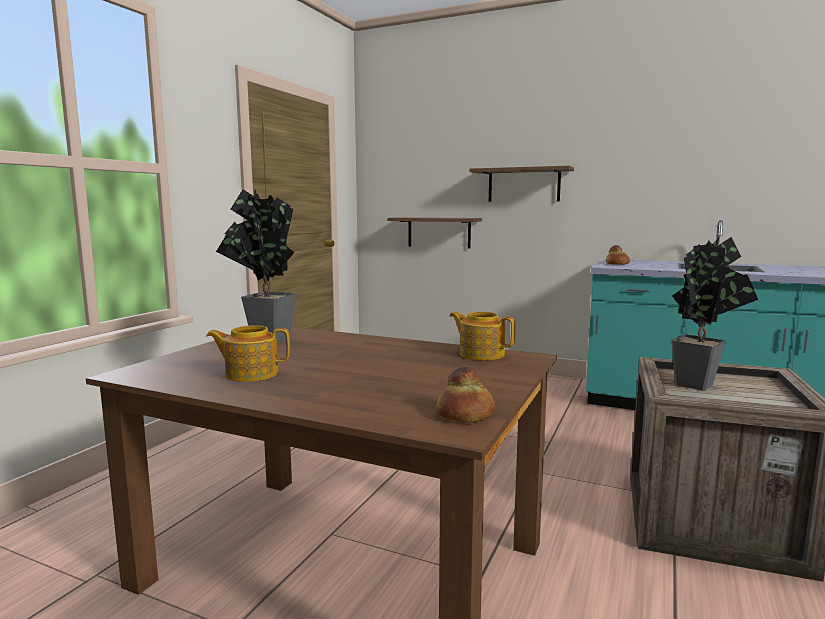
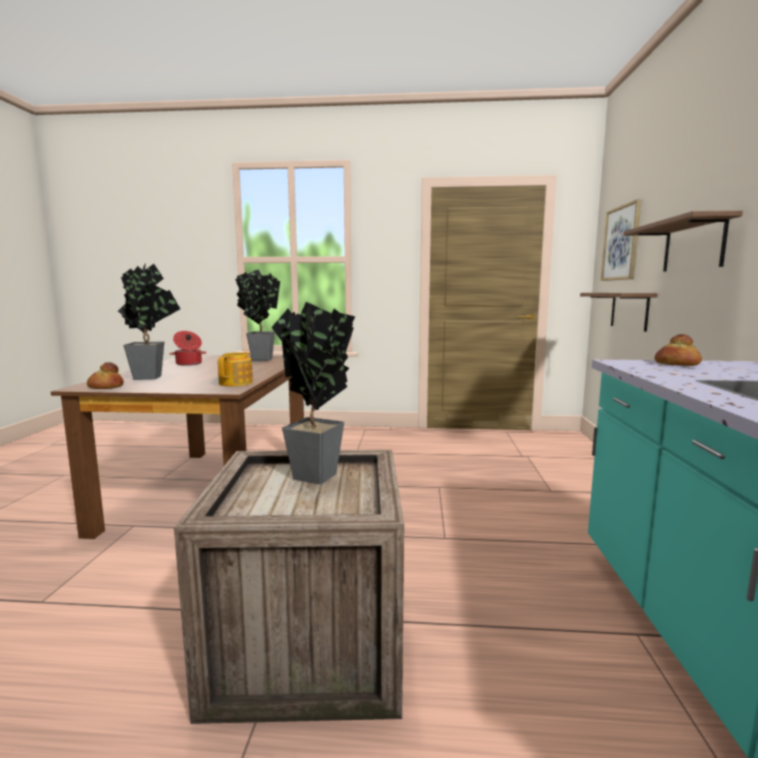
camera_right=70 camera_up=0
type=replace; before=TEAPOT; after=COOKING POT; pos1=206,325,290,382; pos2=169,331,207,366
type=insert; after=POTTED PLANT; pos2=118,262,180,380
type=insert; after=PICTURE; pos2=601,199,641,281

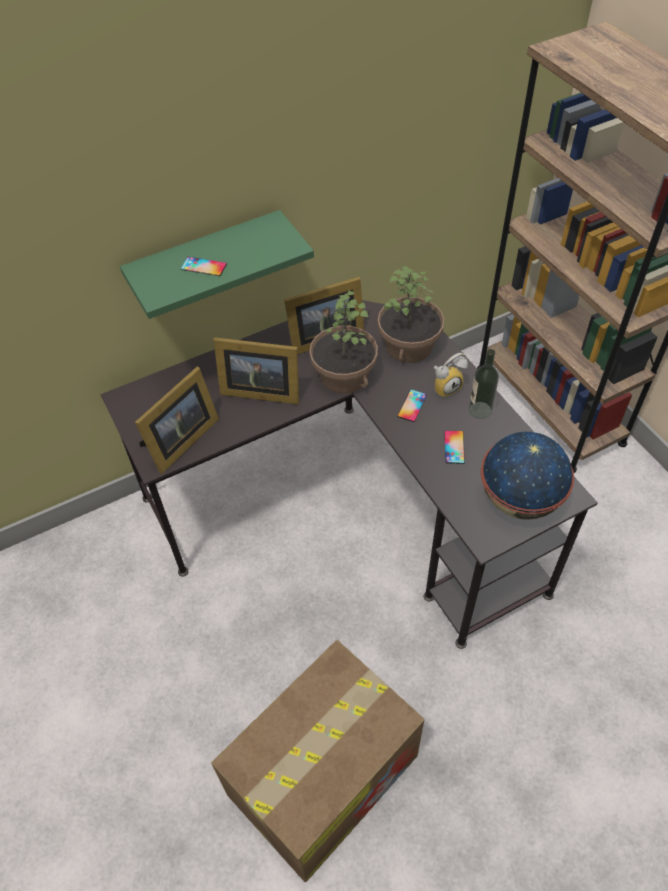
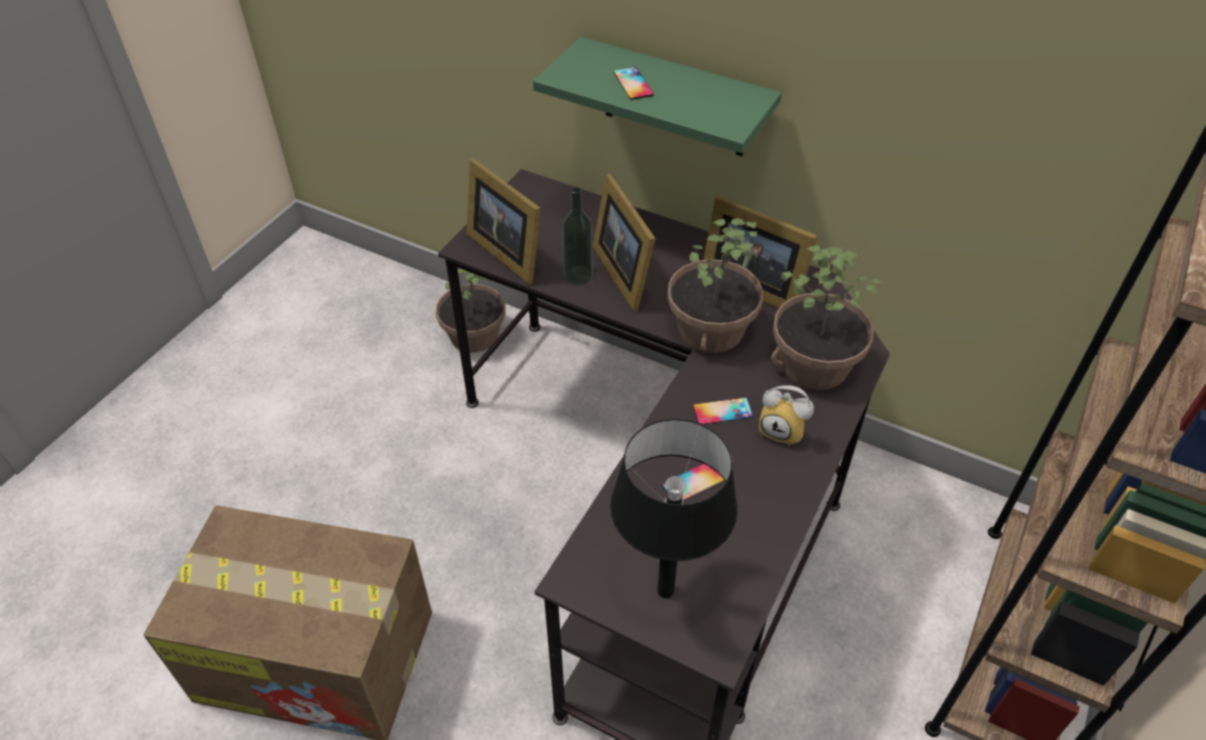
camera_right=55 camera_up=-5
type=rotate; before=PICTURE FRAME; pos1=135,367,219,474; pos2=466,158,540,285; turn=45
type=move; before=BOTTLE; pos1=469,349,499,419; pos2=562,187,593,285
type=replace; before=GLOBE; after=BLACK TABLE LAMP; pos1=481,432,574,520; pos2=610,418,738,598
type=insert; after=POTTED PLANT; pos2=436,268,506,353

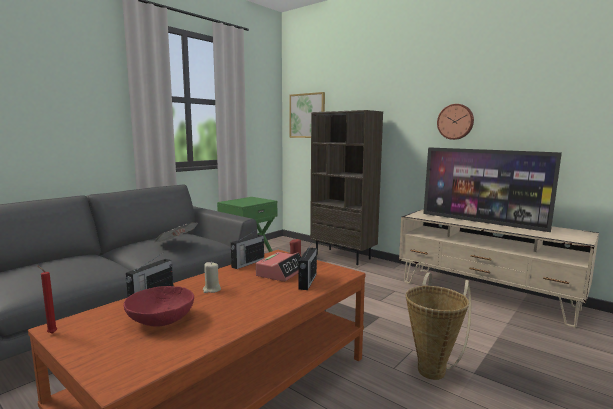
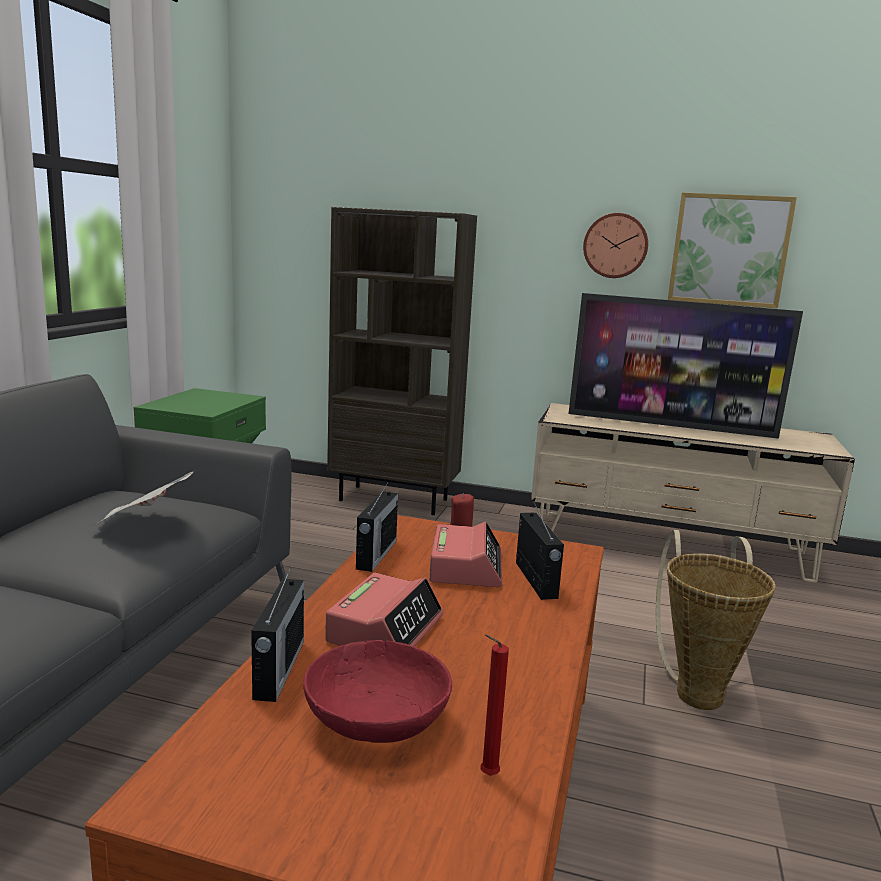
camera_right=-25 camera_up=5
type=move; before=RED CANDLE; pos1=37,265,57,334; pos2=480,634,509,776
type=replace; before=BEIGE CANDLE; after=ALARM CLOCK; pos1=203,262,221,293; pos2=325,573,443,647
type=move; before=PICTURE; pos1=289,92,325,138; pos2=668,193,797,309

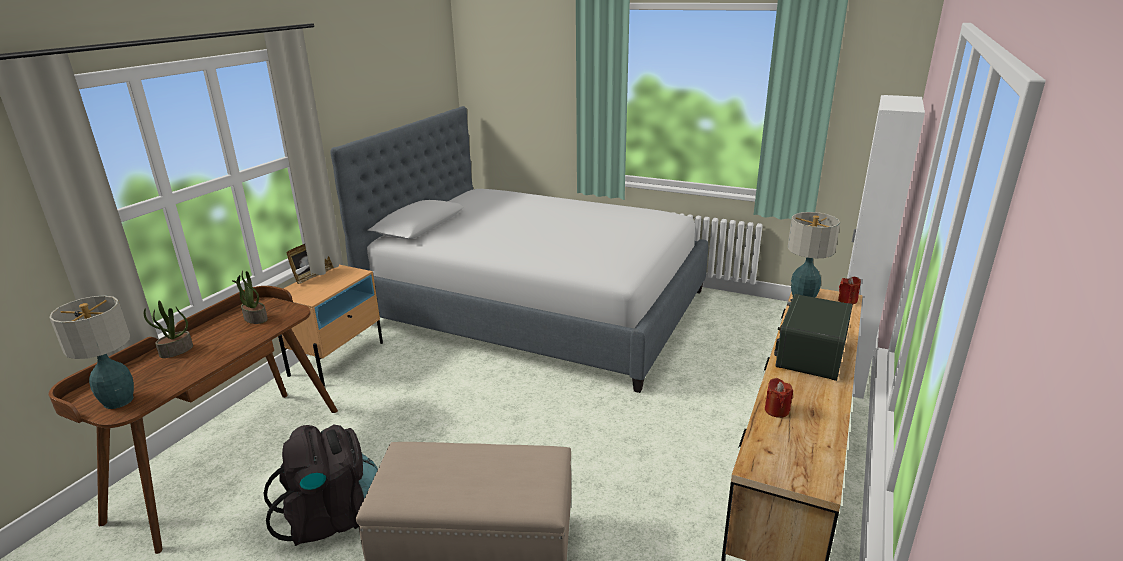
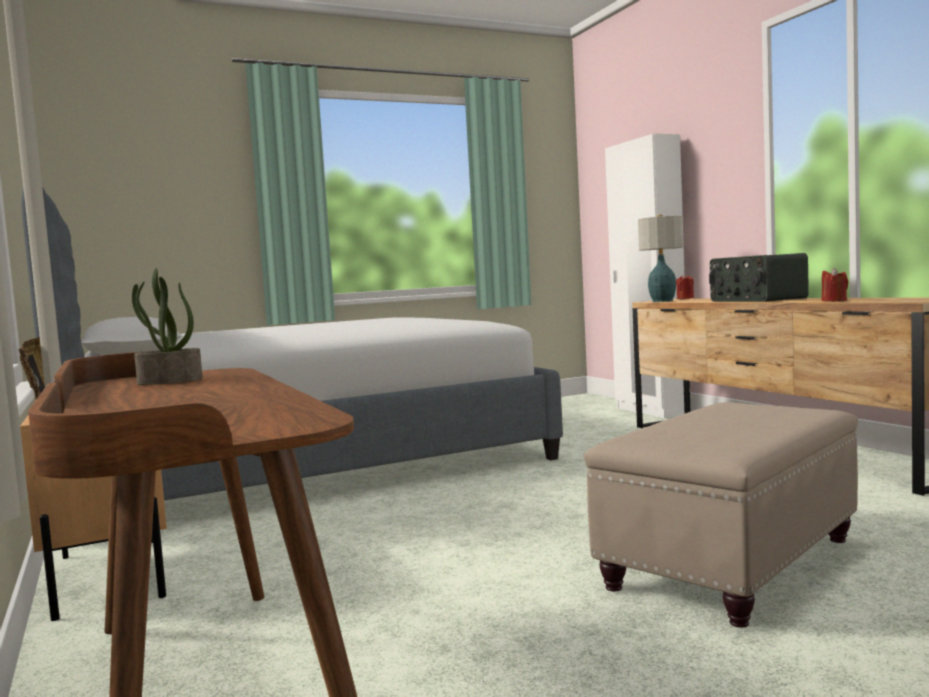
camera_right=-50 camera_up=-20
type=delete; before=TABLE LAMP; pos1=49,295,134,409
type=delete; before=POTTED PLANT; pos1=144,300,193,358
type=delete; before=BLACK BACKPACK; pos1=264,424,378,546

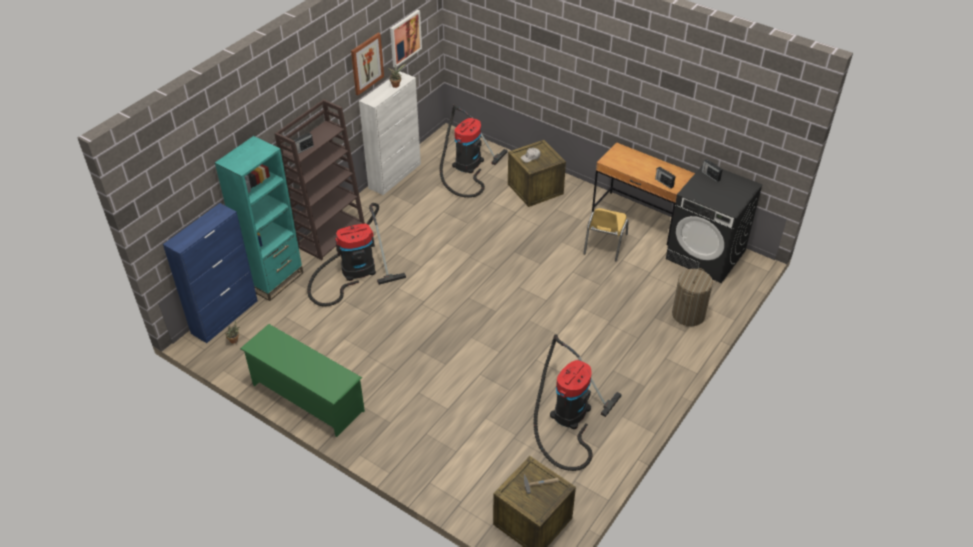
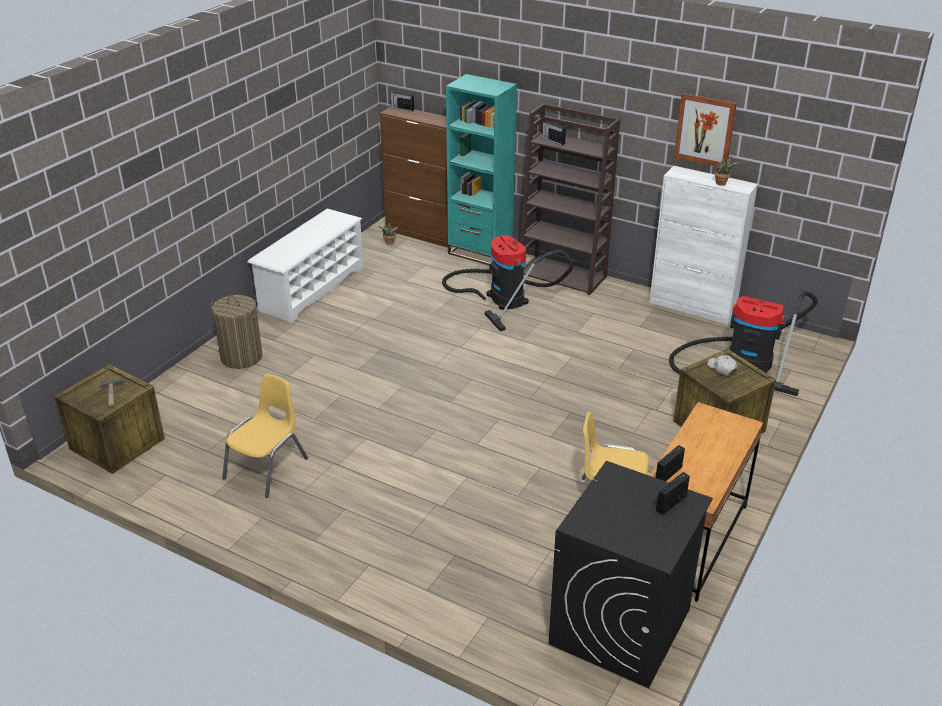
camera_right=85 camera_up=-10
type=recolor; before=BLUE CABINET; after=BROWN CABINET; pos1=163,203,258,343; pos2=380,107,448,248
type=recolor; before=GREEN SHOE RACK; after=WHITE SHOE RACK; pos1=240,324,365,437; pos2=247,209,364,323
type=delete; before=PICTURE; pos1=390,10,422,67
type=replace; before=VACUUM CLEANER; after=YELLOW CHAIR; pos1=534,334,622,471; pos2=222,374,308,498
type=move; before=LAUNDRY BASKET; pos1=672,268,713,326; pos2=211,295,263,369
type=insert; after=RADIO; pos2=390,91,414,112

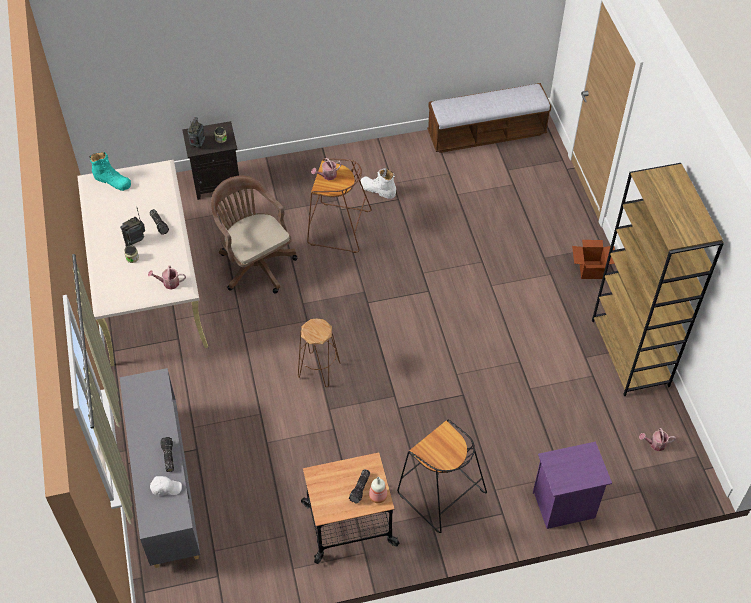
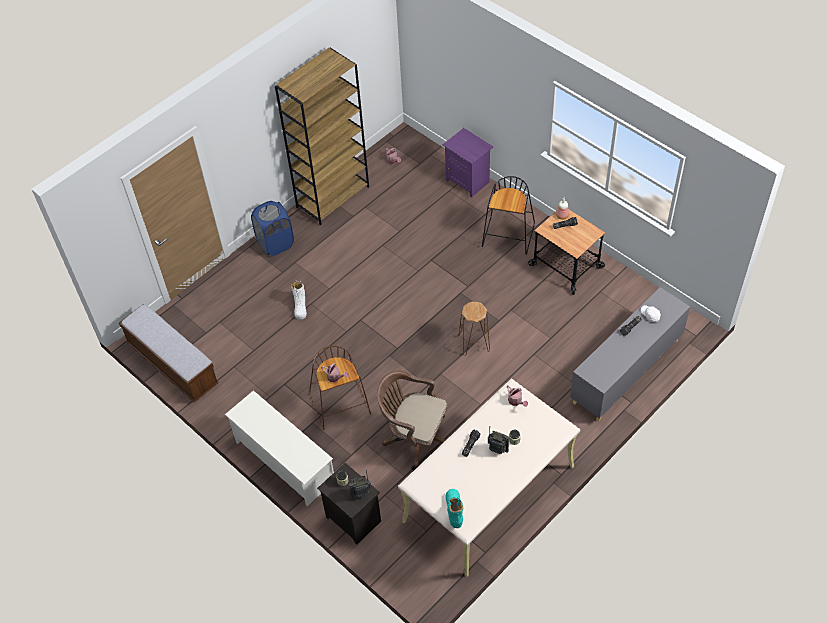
camera_right=-120 camera_up=0
type=rotate; before=BROWN OFFICE CHAIR; pos1=211,176,298,294; pos2=377,370,448,470; turn=90
type=move; before=WHITE BOOT; pos1=361,168,396,199; pos2=291,281,307,320
type=replace; before=CARDBOARD BOX; after=BLUE LAUNDRY BASKET; pos1=572,240,615,279; pos2=251,201,294,256
type=insert; after=WHITE SHOE RACK; pos2=225,390,334,506

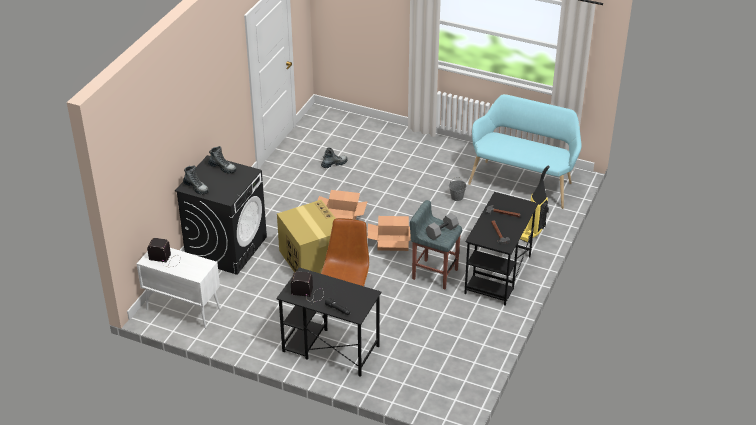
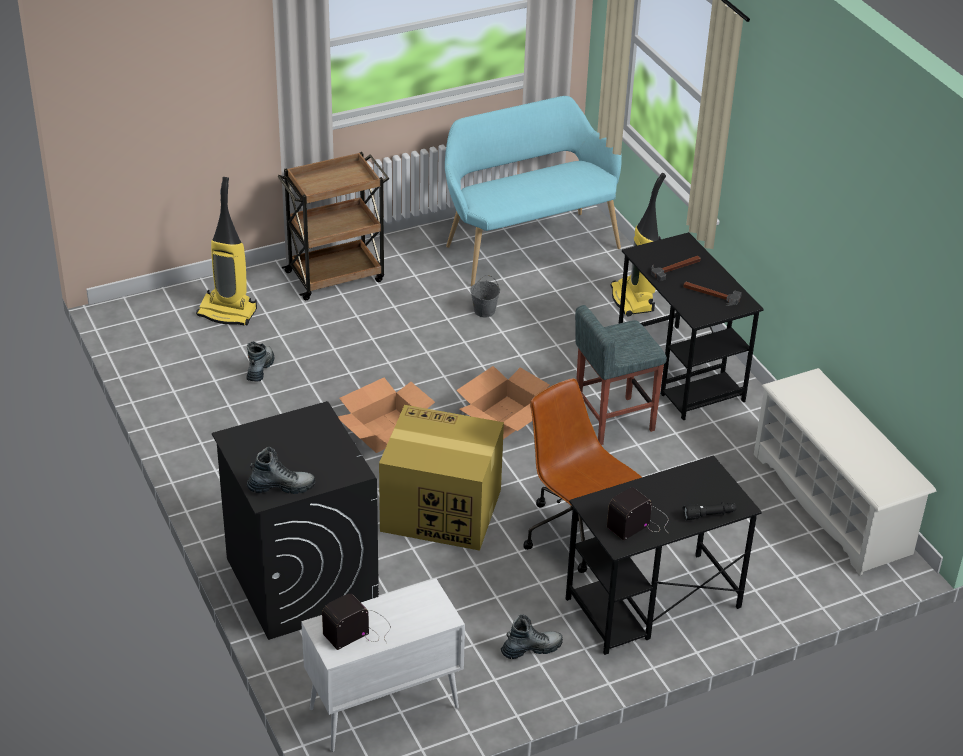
camera_right=-50 camera_up=0
type=move; before=BOOT; pos1=208,146,237,174; pos2=501,614,563,659
type=delete; before=GREY DUMBBELL; pos1=426,213,459,240
type=insert; after=VACUUM CLEANER; pos2=196,177,257,325
type=insert; after=BROWN CART; pos2=278,152,389,300
type=insert; after=WHITE SHOE RACK; pos2=754,368,936,575

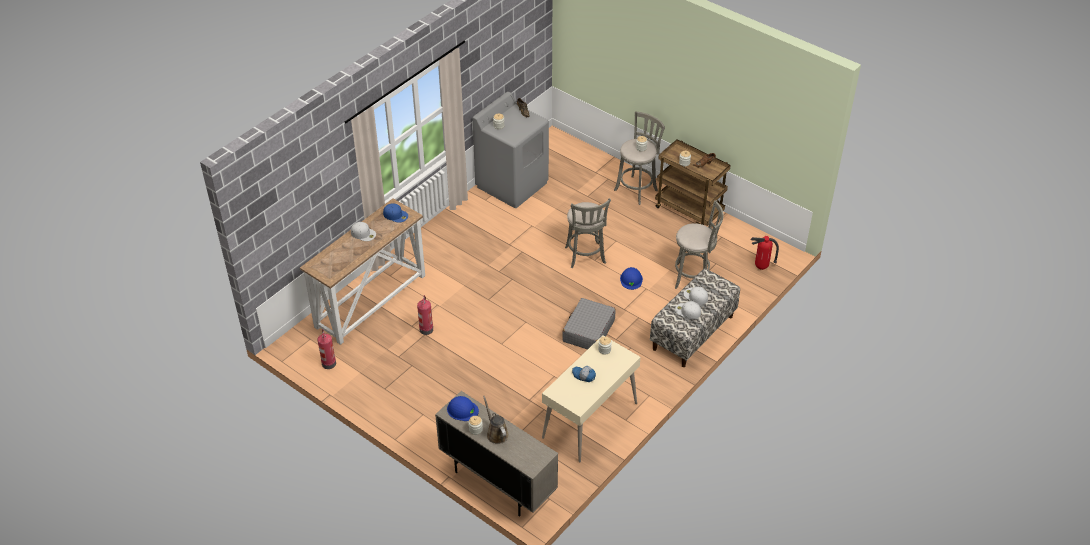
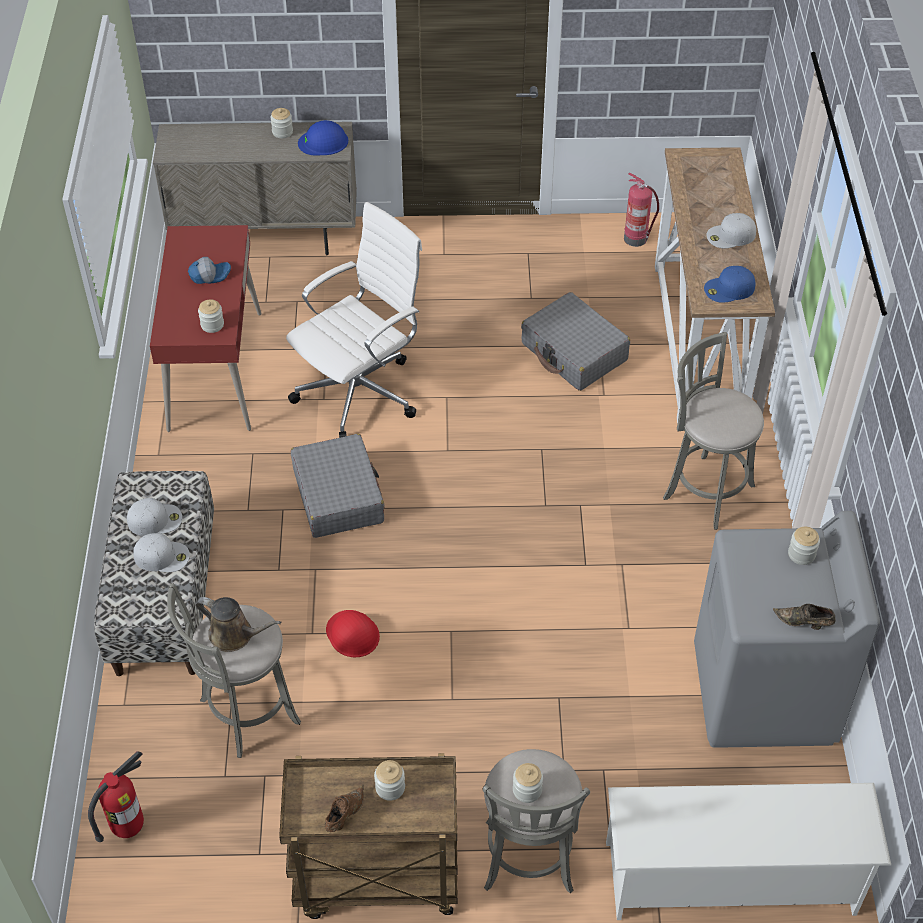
camera_right=140 camera_up=5
type=replace; before=FIRE EXTINGUISHER; after=GREY SUITCASE; pos1=417,295,433,335; pos2=521,292,630,391
type=move; before=BROWN WATERING CAN; pos1=483,396,509,444; pos2=195,597,281,652
type=recolor; before=BEIGE DESK; after=RED DESK; pos1=542,335,641,463; pos2=150,225,261,432
type=move; before=GREY STOOL; pos1=565,198,611,268; pos2=663,332,764,530
type=recolor; before=BLUE HARD HAT; after=RED HARD HAT; pos1=620,267,643,290; pos2=326,610,380,657
type=insert; after=WHITE OFFICE CHAIR; pos2=286,202,422,438
type=insert; after=WHITE SHOE RACK; pos2=606,783,891,920

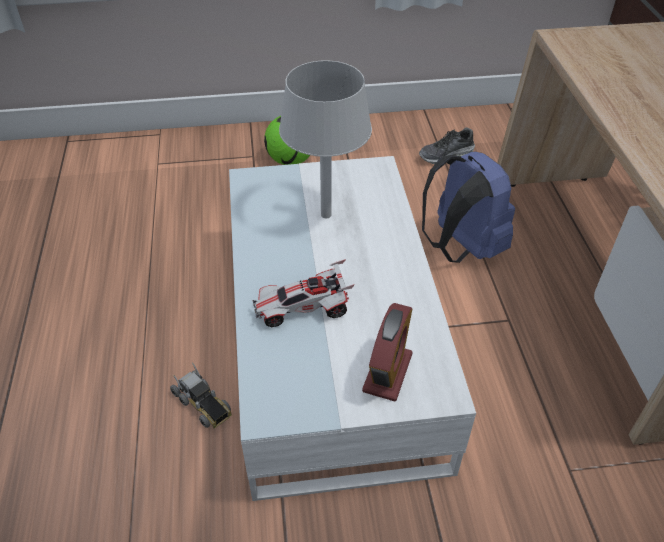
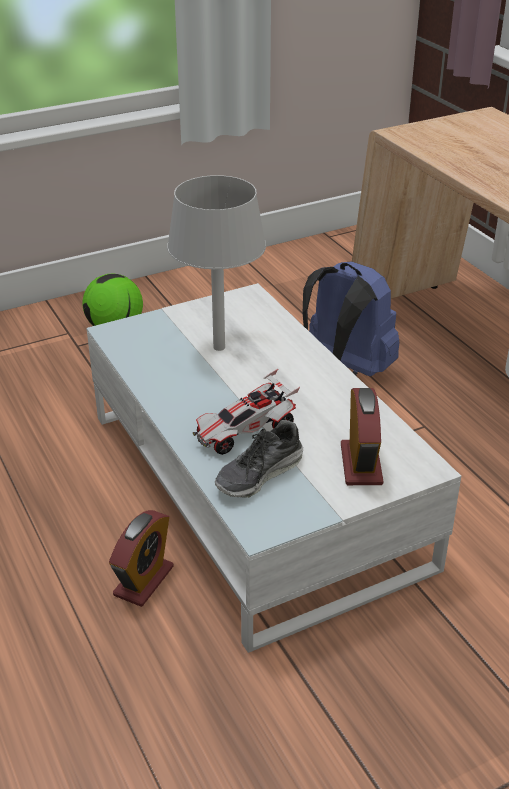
camera_right=-20 camera_up=-10
type=replace; before=TOY TRUCK; after=ALARM CLOCK; pos1=170,362,232,429; pos2=109,510,174,607
type=move; before=SHOE; pos1=419,127,475,164; pos2=215,420,303,498

